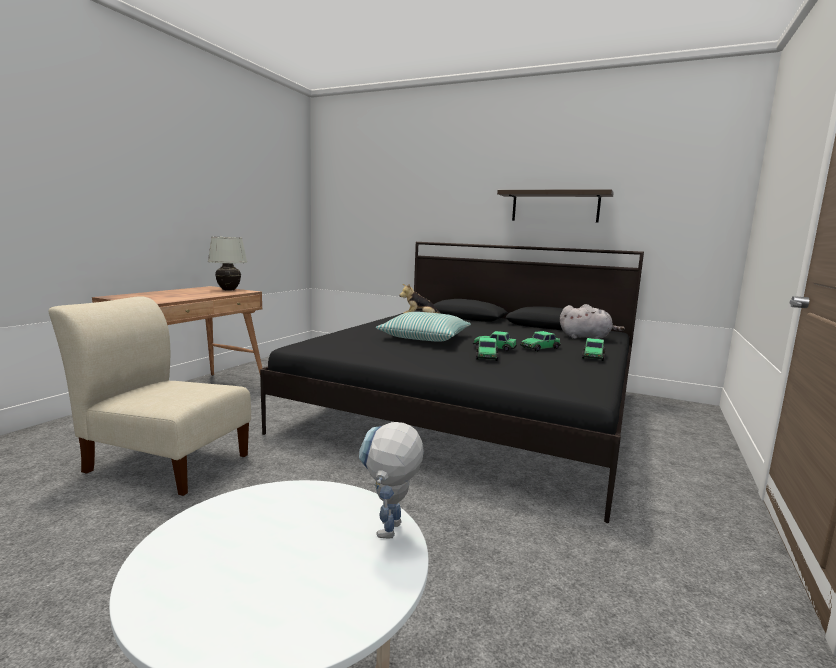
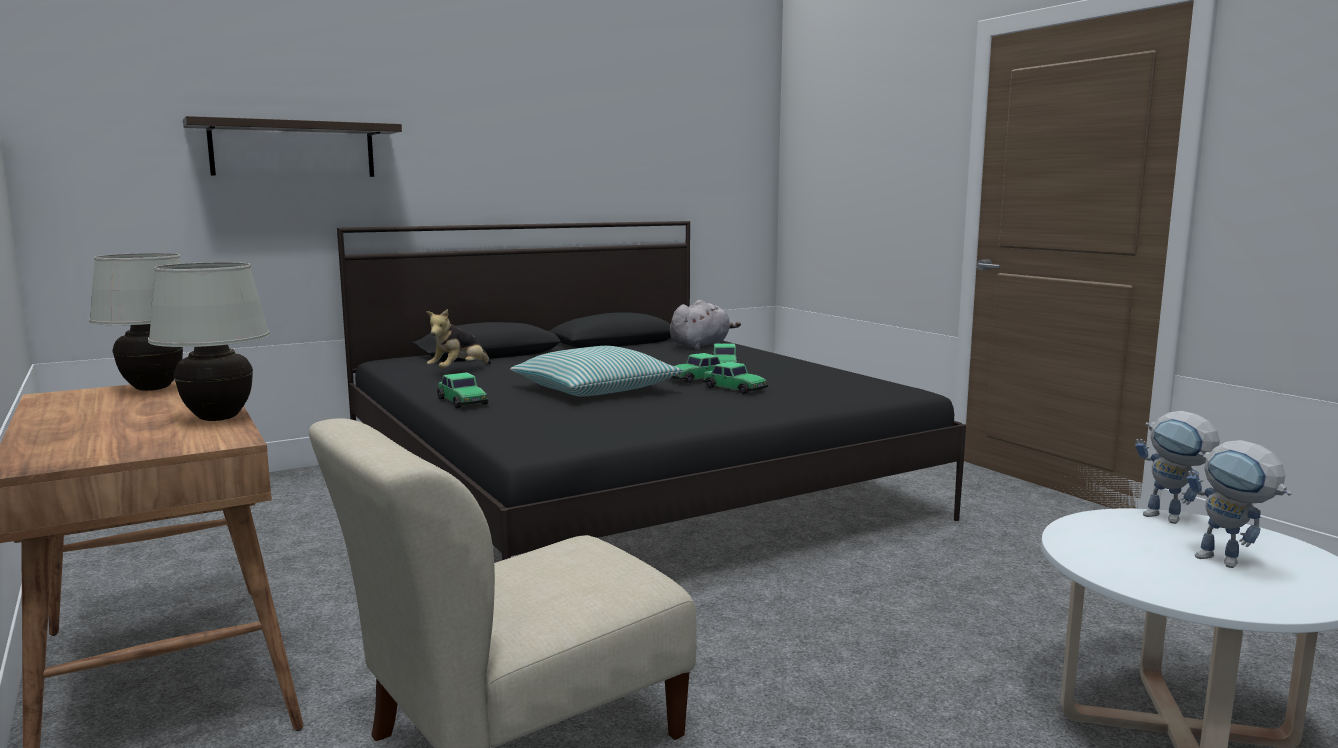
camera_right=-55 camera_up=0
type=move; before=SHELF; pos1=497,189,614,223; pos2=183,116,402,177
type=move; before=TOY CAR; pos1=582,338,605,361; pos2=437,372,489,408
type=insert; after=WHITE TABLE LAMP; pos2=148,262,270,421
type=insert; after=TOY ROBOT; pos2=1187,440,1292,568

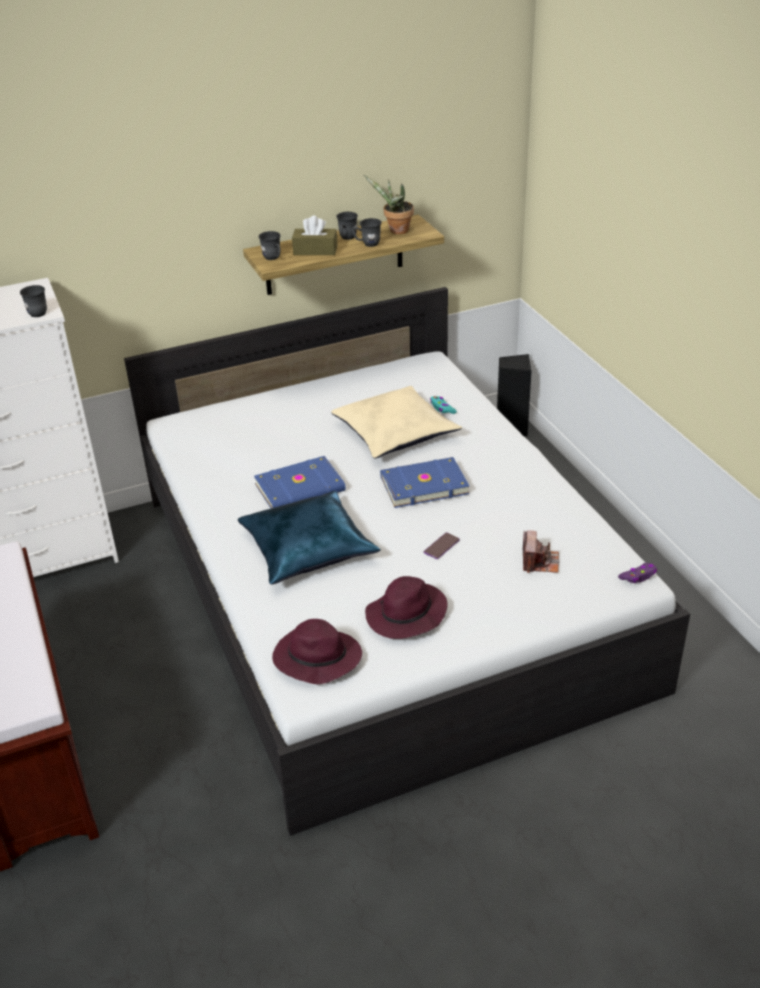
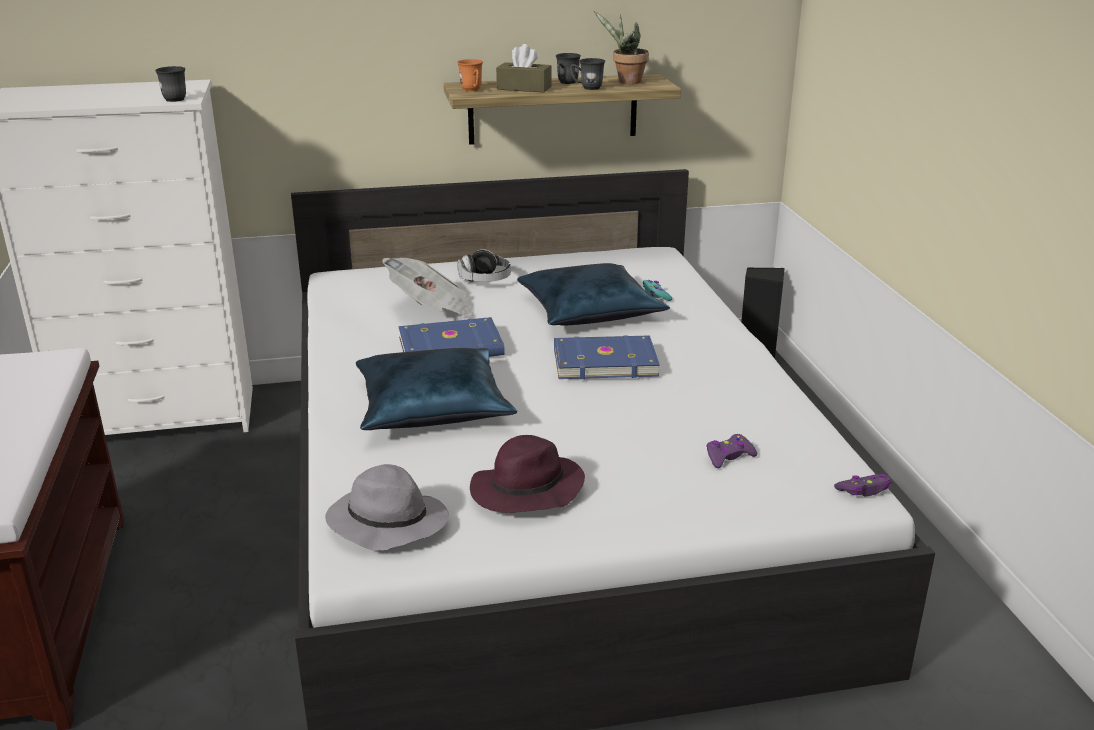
camera_right=10 camera_up=-10
type=recolor; before=GREY MUG; after=ORANGE MUG; pos1=259,231,281,260; pos2=457,59,483,91
type=recolor; before=PURPLE HAT; after=GREY HAT; pos1=272,619,362,684; pos2=325,464,449,551
type=recolor; before=BEIGE PILLOW; after=BLUE PILLOW; pos1=331,386,462,458; pos2=517,263,670,325
type=delete; before=PHONE; pos1=424,532,460,559
type=replace; before=PHOTO CAMERA; after=PURPLE GAME CONTROLLER; pos1=523,530,560,573; pos2=706,434,757,468
type=insert; after=NEWSPAPER; pos2=382,258,473,316
type=insert; after=HEADPHONES; pos2=458,249,511,282

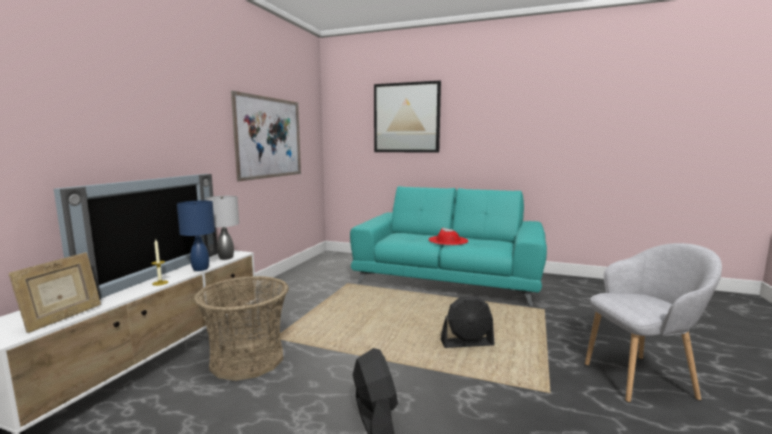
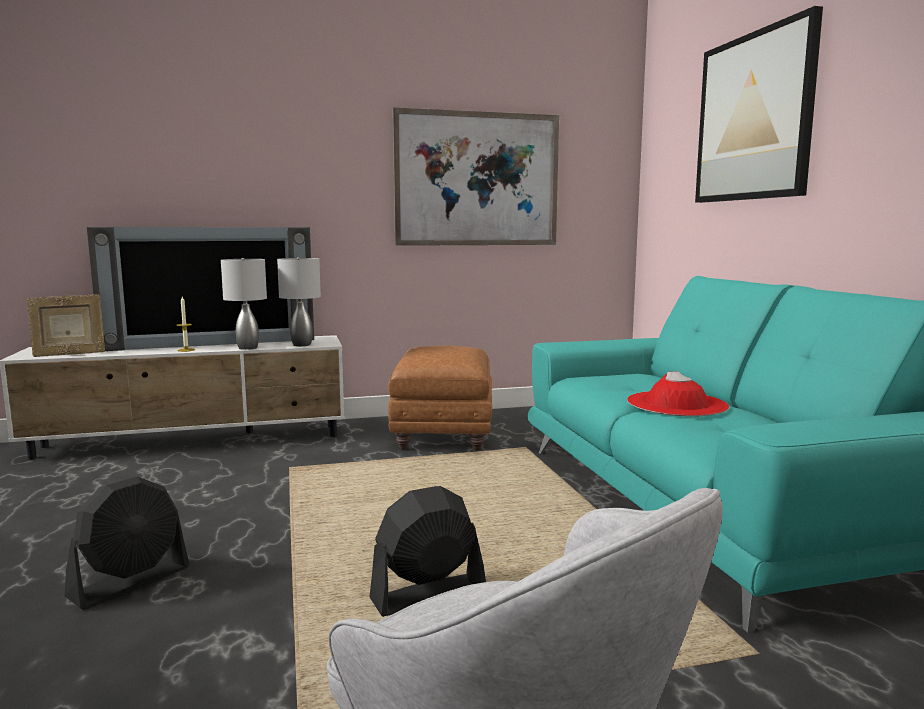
camera_right=55 camera_up=0
type=recolor; before=BLUE TABLE LAMP; after=GREY TABLE LAMP; pos1=177,200,215,271; pos2=221,258,267,350
type=delete; before=BASKET; pos1=194,276,289,381
type=rotate; before=BLACK FAN; pos1=441,296,495,348; pos2=370,486,486,617; turn=105
type=insert; after=BROWN OTTOMAN; pos2=388,346,492,451

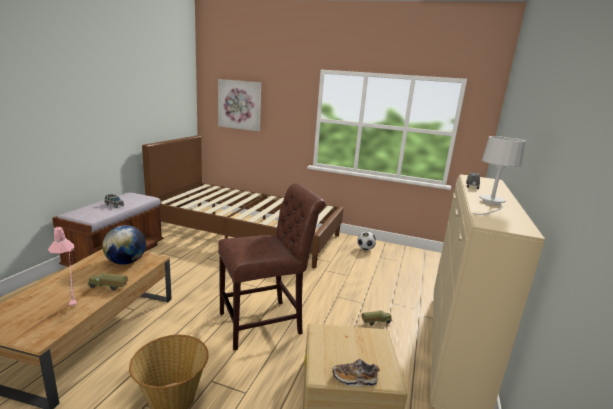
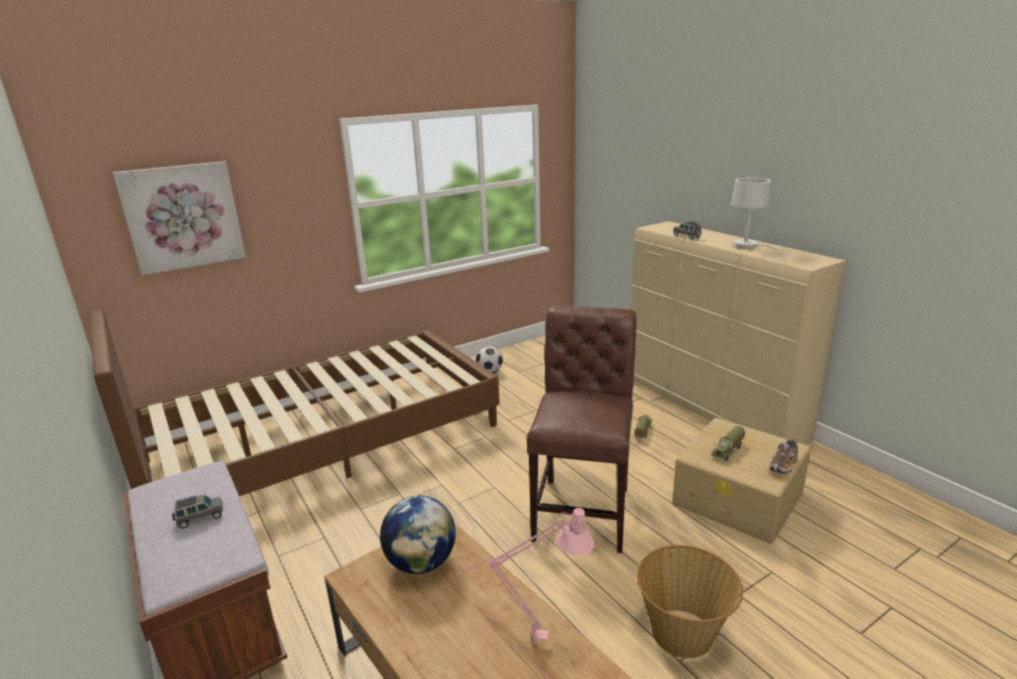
camera_right=-50 camera_up=5
type=move; before=TOY TRUCK; pos1=87,273,128,291; pos2=711,426,745,461

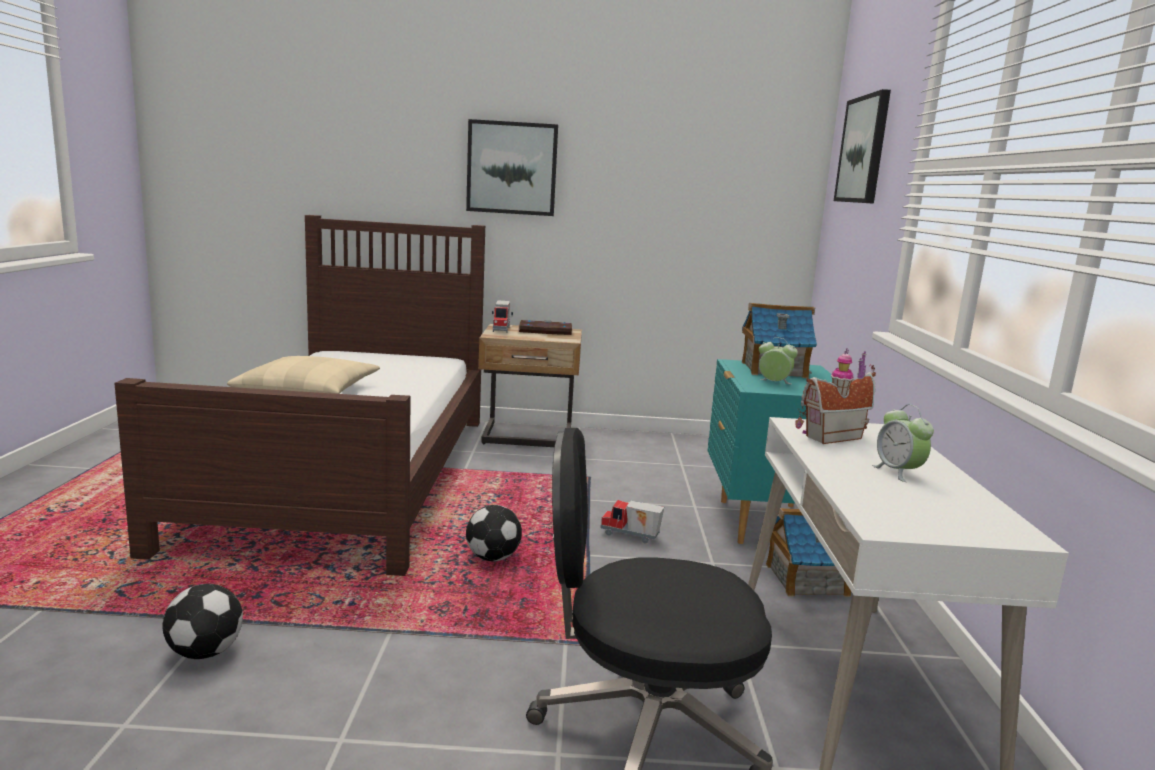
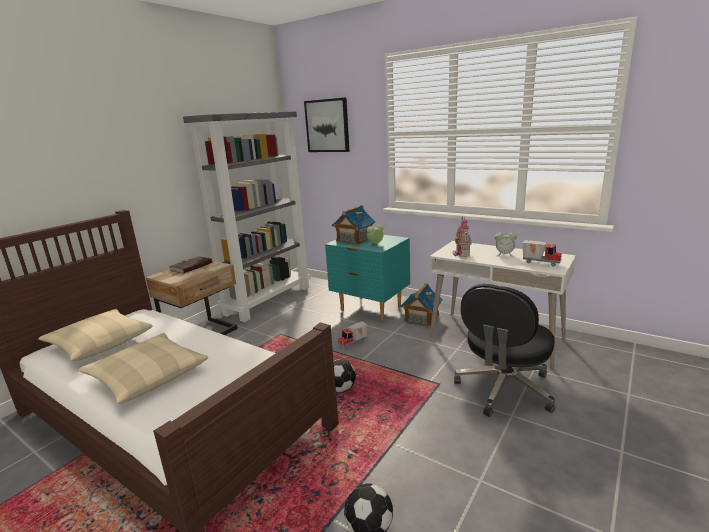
camera_right=-55 camera_up=5
type=delete; before=PICTURE; pos1=466,119,558,216
type=move; before=TOY TRUCK; pos1=492,300,513,333; pos2=523,240,562,266
type=insert; after=BEIGE PILLOW; pos2=38,309,153,361
type=insert; after=GREY BOOKCASE; pos2=183,111,310,322

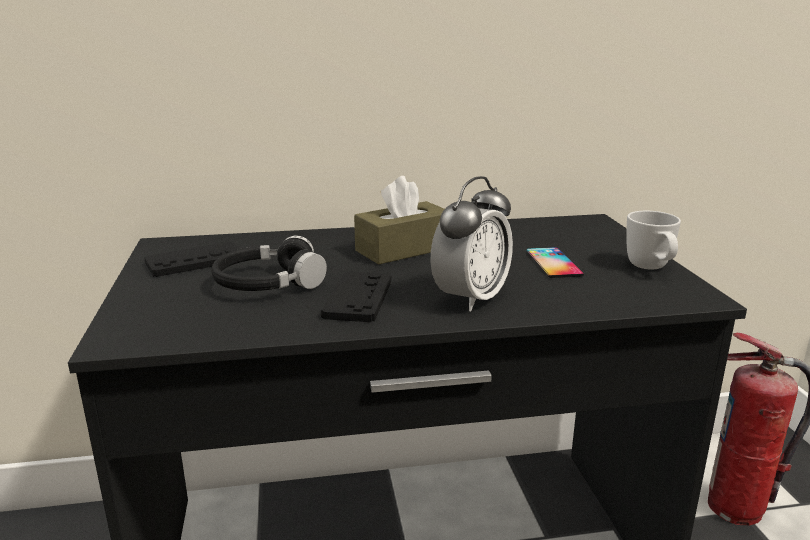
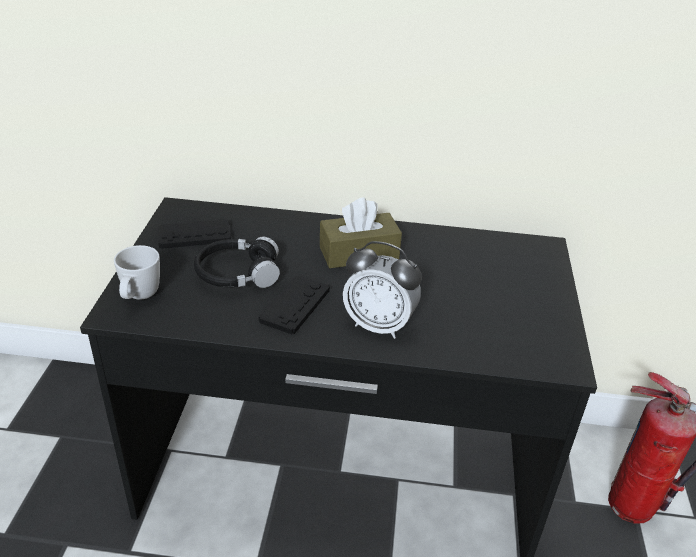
camera_right=15 camera_up=15
type=rotate; before=ALARM CLOCK; pos1=431,176,513,311; pos2=343,241,422,339; turn=60
type=delete; before=PHONE; pos1=526,247,584,278
type=move; before=WHITE MUG; pos1=626,211,681,270; pos2=114,245,160,300

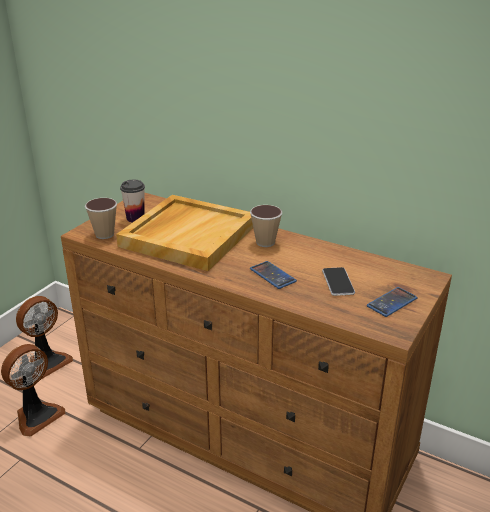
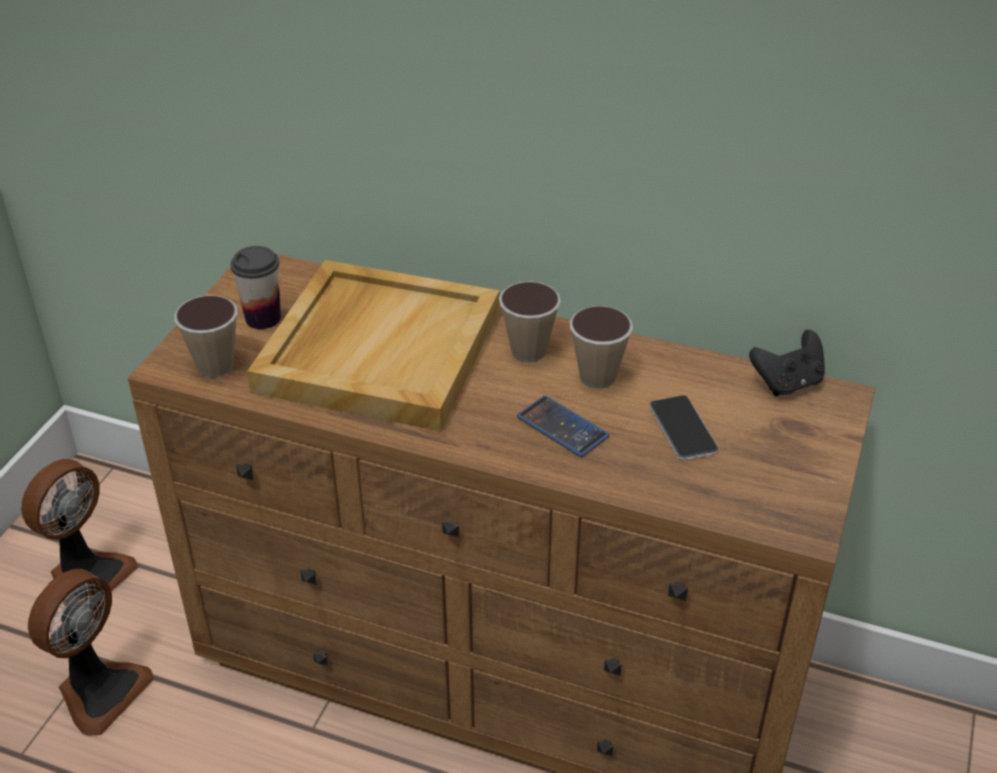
camera_right=-10 camera_up=10
type=delete; before=PHONE; pos1=367,287,418,317
type=insert; after=CUP; pos2=570,306,633,389
type=insert; after=BLACK GAME CONTROLLER; pos2=749,330,825,396

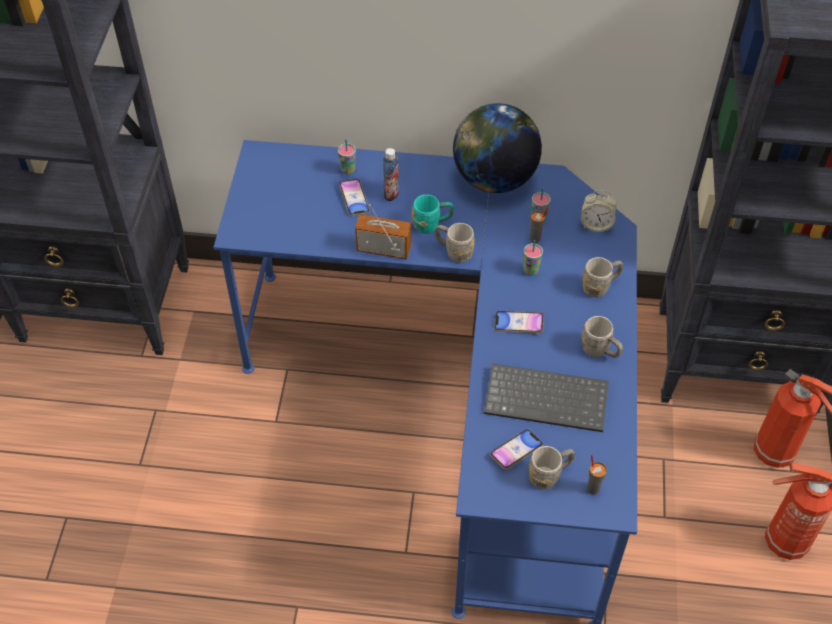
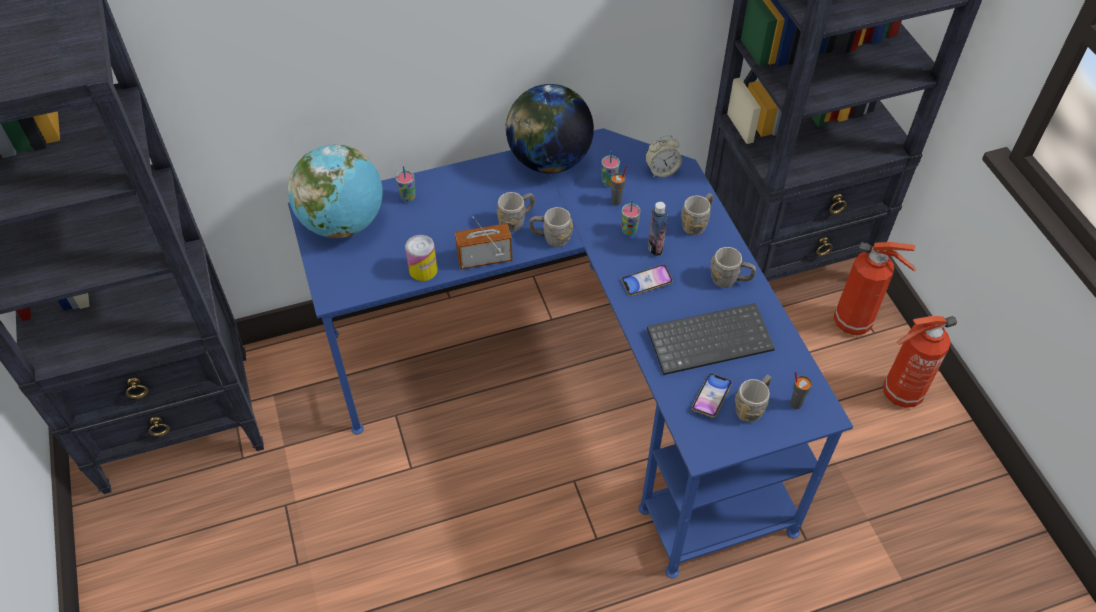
camera_right=-25 camera_up=0
type=delete; before=PHONE; pos1=339,179,370,216
type=move; before=BOTTLE; pos1=383,148,399,201; pos2=648,202,668,256
type=recolor; before=TURQUOISE MUG; after=GREY MUG; pos1=412,195,454,234; pos2=497,192,535,232
type=insert; after=GLOBE; pos2=288,144,383,238
type=insert; after=CAN; pos2=405,235,437,281

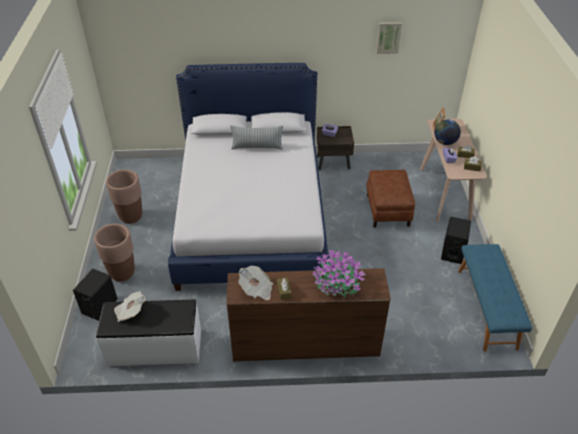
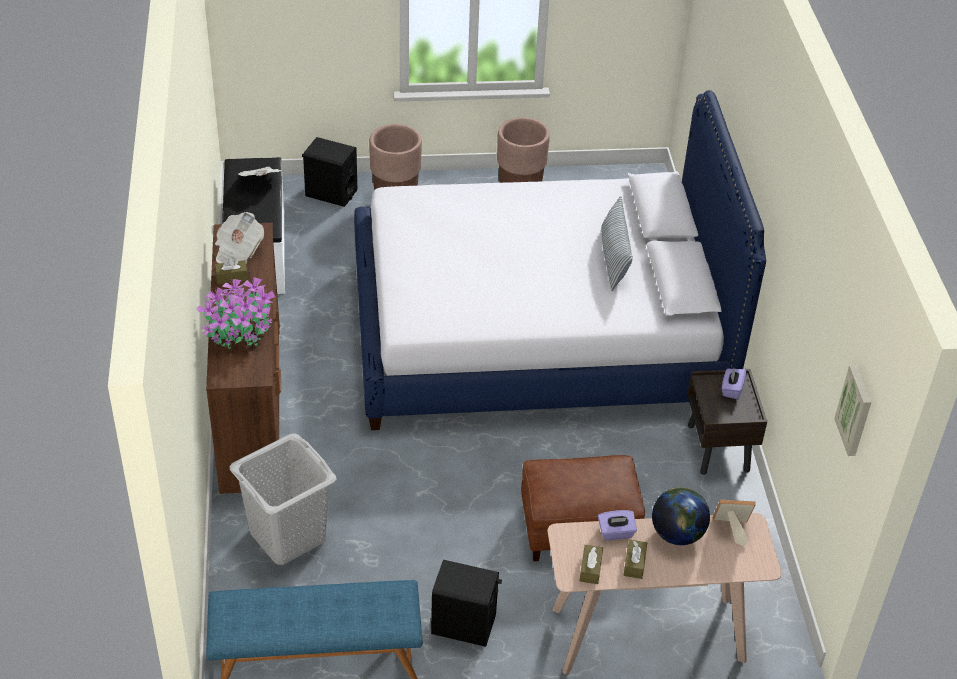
camera_right=85 camera_up=0
type=move; before=PICTURE; pos1=376,22,402,54; pos2=834,365,871,456
type=insert; after=GREY LAUNDRY BASKET; pos2=230,433,336,565

